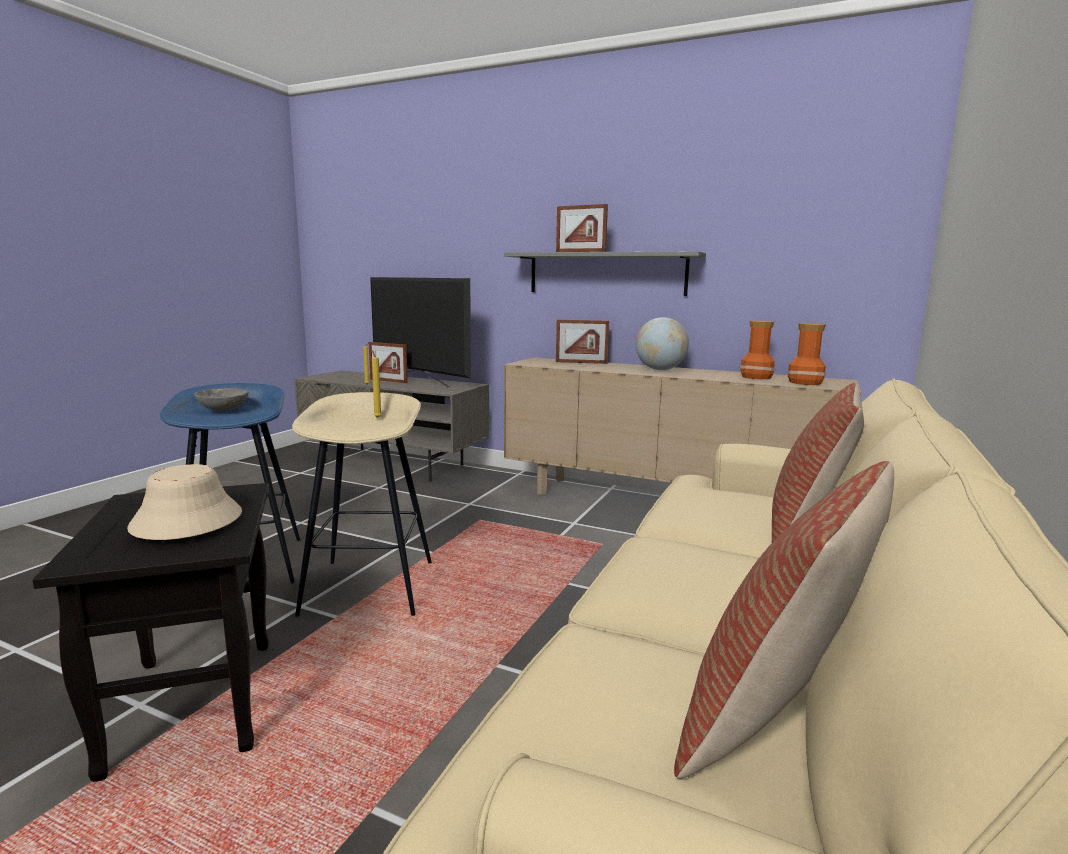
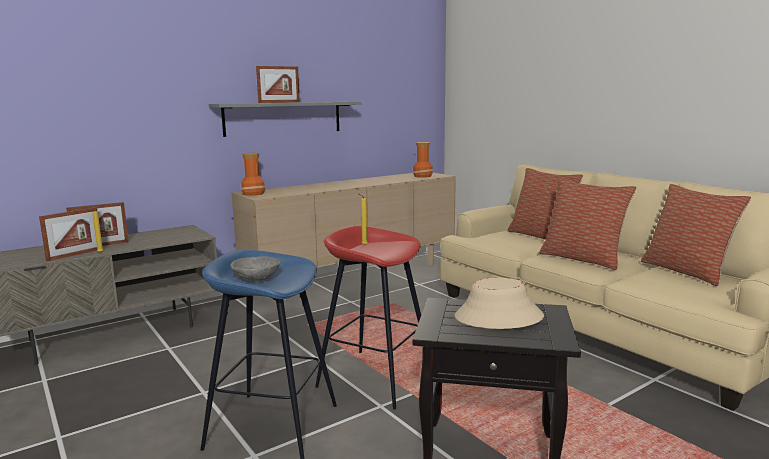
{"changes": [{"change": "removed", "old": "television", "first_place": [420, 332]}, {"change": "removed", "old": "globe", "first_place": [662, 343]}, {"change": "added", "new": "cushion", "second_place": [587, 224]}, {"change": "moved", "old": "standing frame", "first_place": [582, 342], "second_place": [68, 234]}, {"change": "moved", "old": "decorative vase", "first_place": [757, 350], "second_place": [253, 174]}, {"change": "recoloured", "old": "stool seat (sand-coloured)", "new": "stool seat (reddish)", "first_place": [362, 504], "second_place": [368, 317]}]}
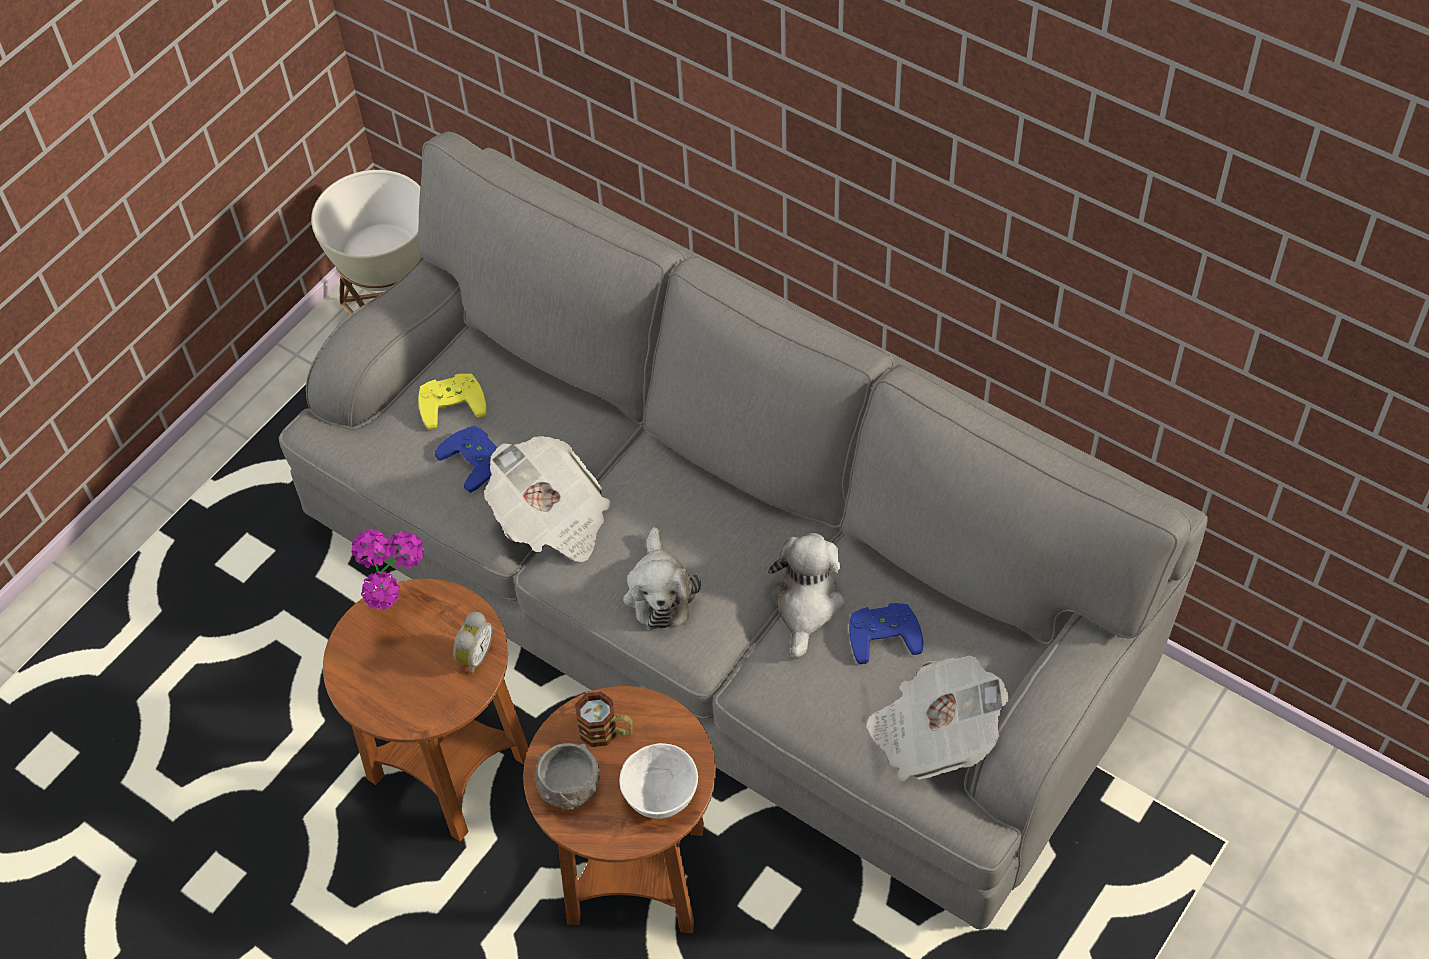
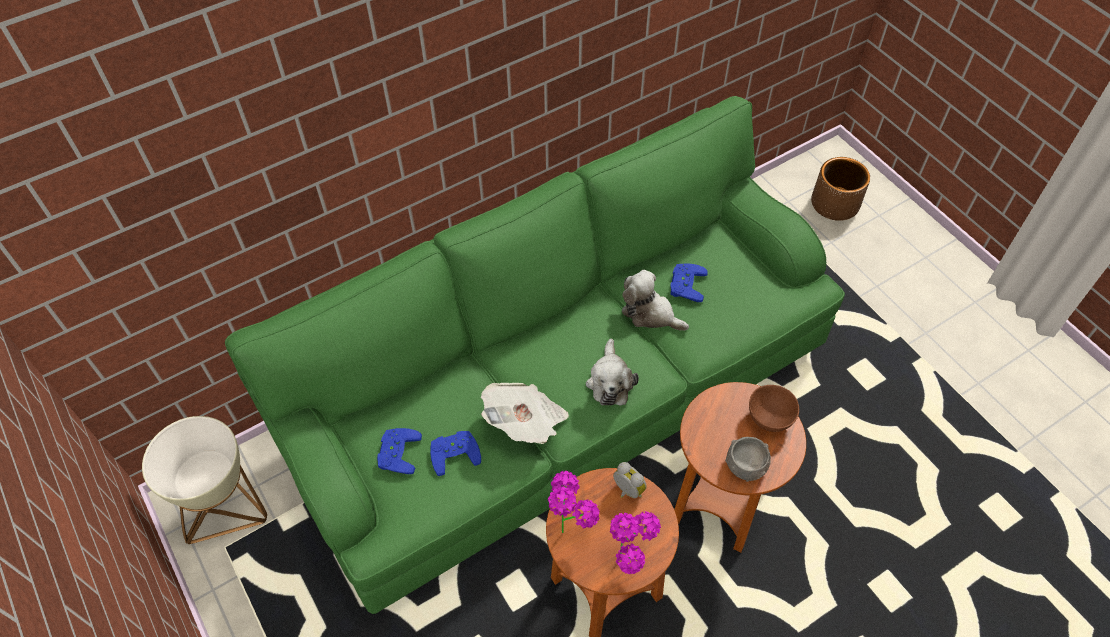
{"changes": [{"change": "removed", "old": "mug", "first_place": [604, 719]}, {"change": "removed", "old": "printed paper", "first_place": [937, 718]}, {"change": "added", "new": "potted plant", "second_place": [635, 542]}, {"change": "added", "new": "plant pot (brownish)", "second_place": [840, 189]}, {"change": "recoloured", "old": "settee (grey)", "new": "settee (green-coloured)", "first_place": [743, 531], "second_place": [535, 355]}, {"change": "recoloured", "old": "joypad (yellow)", "new": "joypad (bluish)", "first_place": [452, 402], "second_place": [399, 451]}, {"change": "recoloured", "old": "serving bowl (white)", "new": "serving bowl (brownish)", "first_place": [659, 781], "second_place": [774, 408]}, {"change": "turned", "old": "plush toy", "first_place": [662, 578], "second_place": [612, 372], "degrees": 75}]}
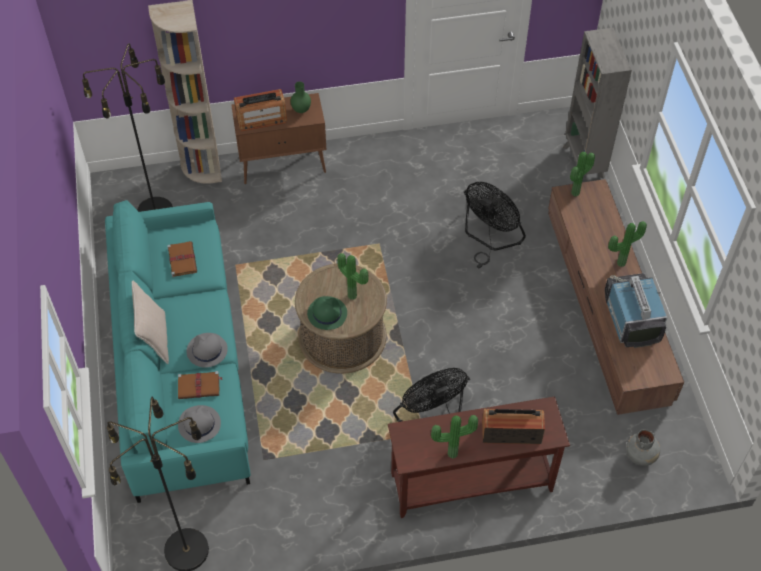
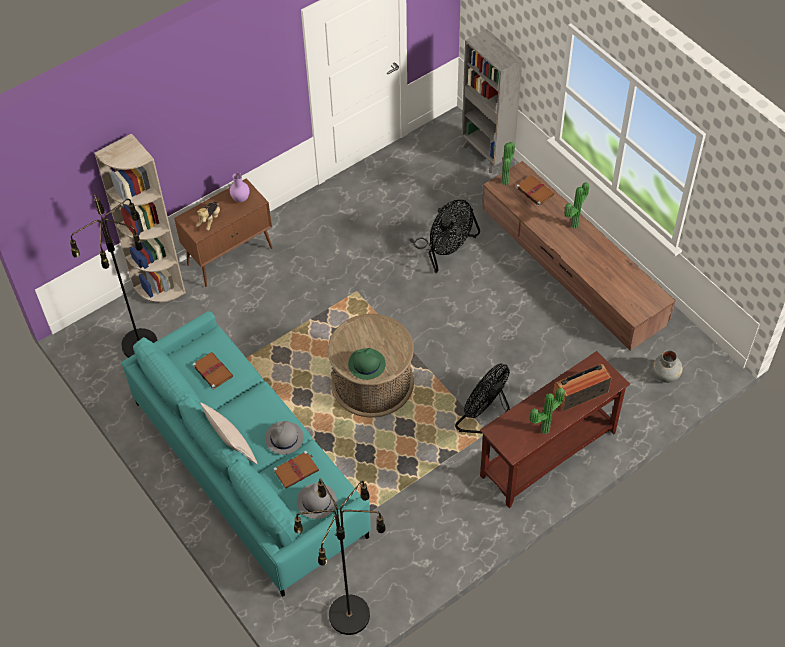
{"changes": [{"change": "removed", "old": "potted plant", "first_place": [353, 276]}, {"change": "removed", "old": "television", "first_place": [636, 310]}, {"change": "added", "new": "volume (brownish)", "second_place": [535, 190]}, {"change": "replaced", "old": "radio receiver", "new": "plush toy", "first_place": [260, 110], "second_place": [208, 216]}, {"change": "recoloured", "old": "decorative vase (green-coloured)", "new": "decorative vase (purplish)", "first_place": [301, 97], "second_place": [240, 187]}, {"change": "turned", "old": "fan (black-coloured)", "first_place": [494, 225], "second_place": [444, 236], "degrees": 120}]}
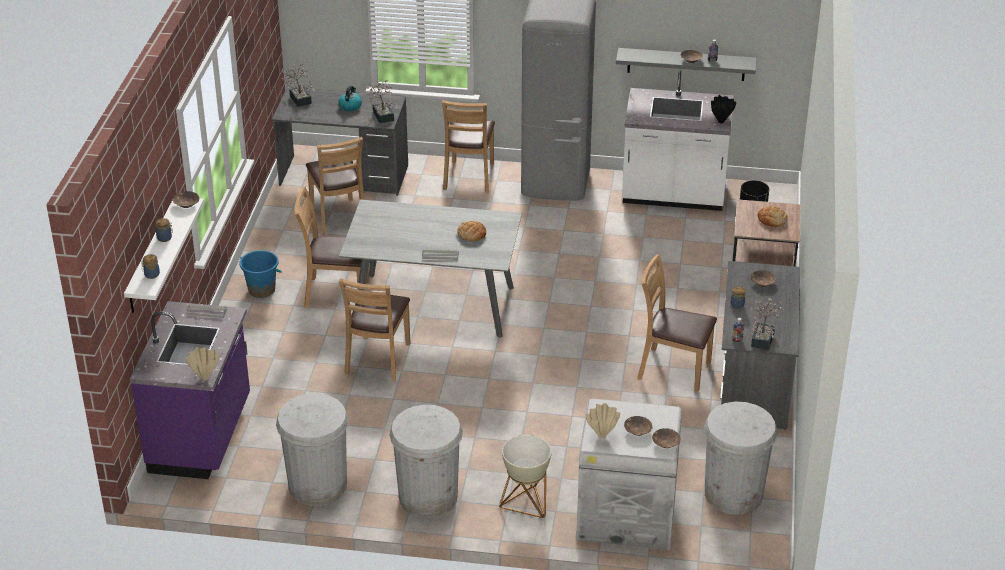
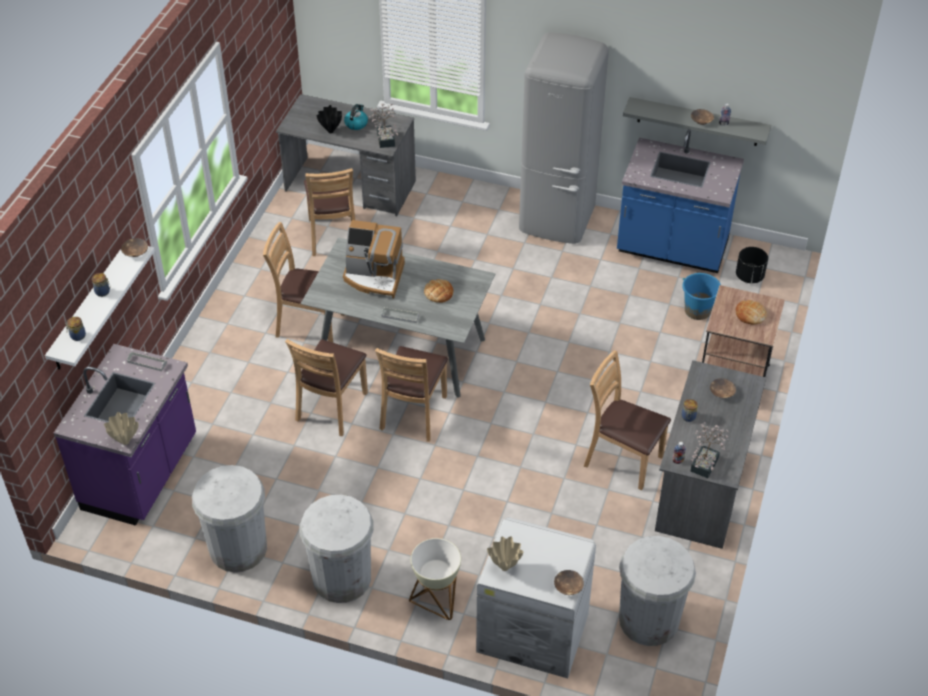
{"changes": [{"change": "removed", "old": "potted plant", "first_place": [298, 85]}, {"change": "removed", "old": "serving bowl (brownish)", "first_place": [638, 426]}, {"change": "added", "new": "coffee brewer", "second_place": [374, 259]}, {"change": "moved", "old": "water bucket (bluish)", "first_place": [260, 274], "second_place": [701, 296]}, {"change": "moved", "old": "upright chair (brownish)", "first_place": [468, 146], "second_place": [411, 394]}, {"change": "moved", "old": "decorative vase (black-coloured)", "first_place": [723, 109], "second_place": [329, 119]}, {"change": "recoloured", "old": "kitchen counter (white)", "new": "kitchen counter (bluish)", "first_place": [678, 140], "second_place": [680, 201]}]}
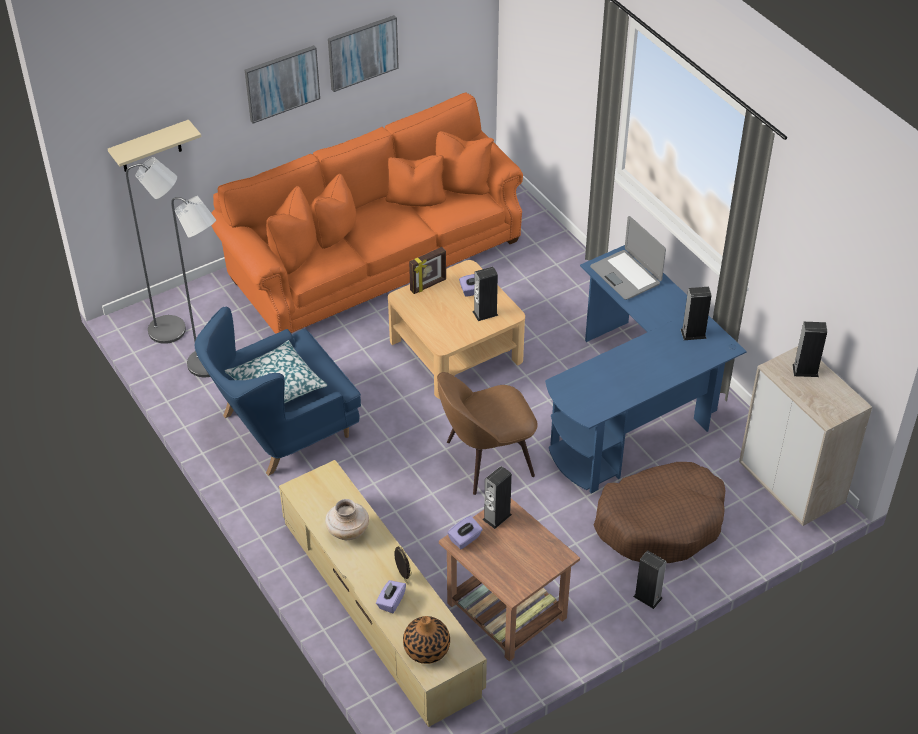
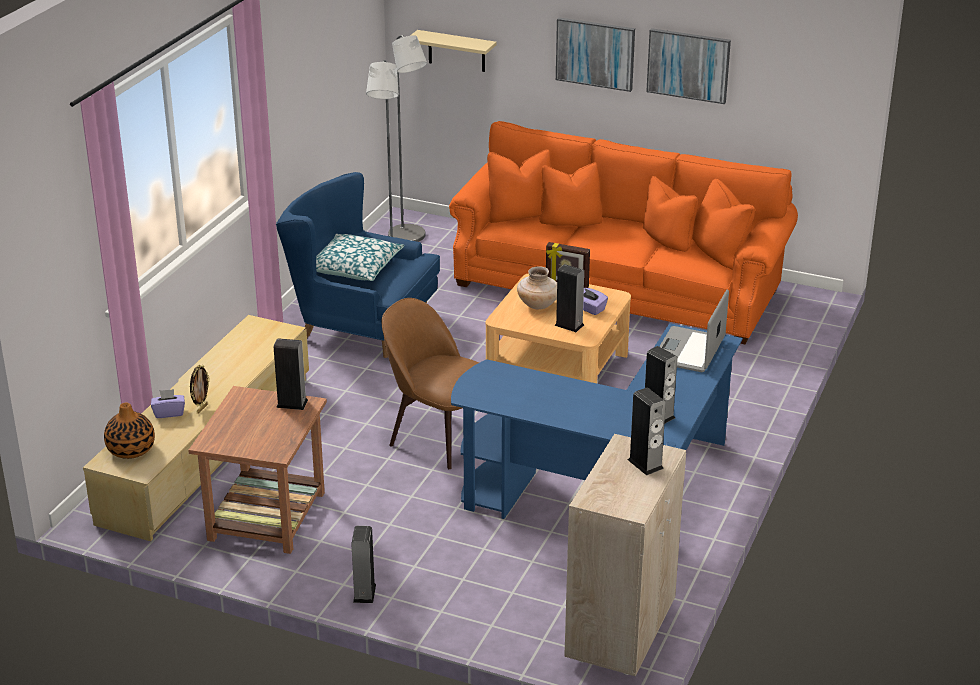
{"changes": [{"change": "removed", "old": "tissue holder (purplish)", "first_place": [465, 532]}, {"change": "removed", "old": "pet bed (brownish)", "first_place": [660, 512]}, {"change": "moved", "old": "decorative vase (sand-coloured)", "first_place": [347, 519], "second_place": [537, 287]}]}
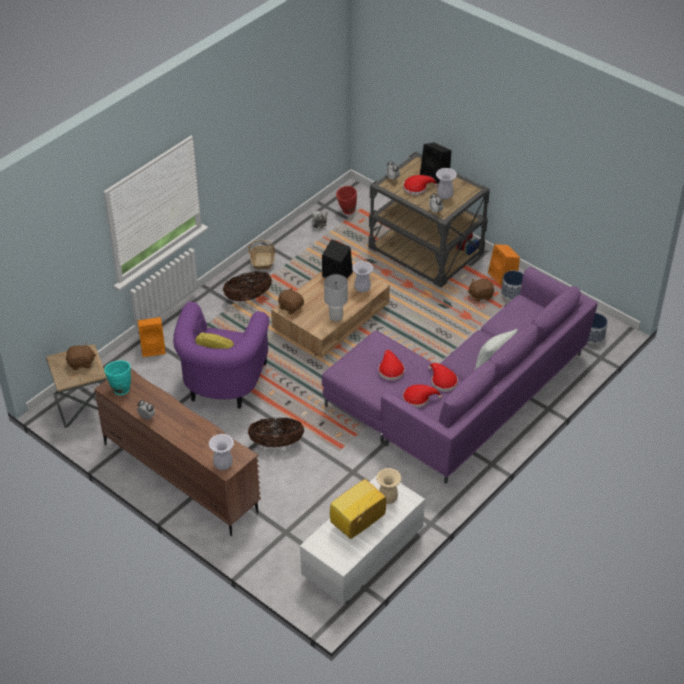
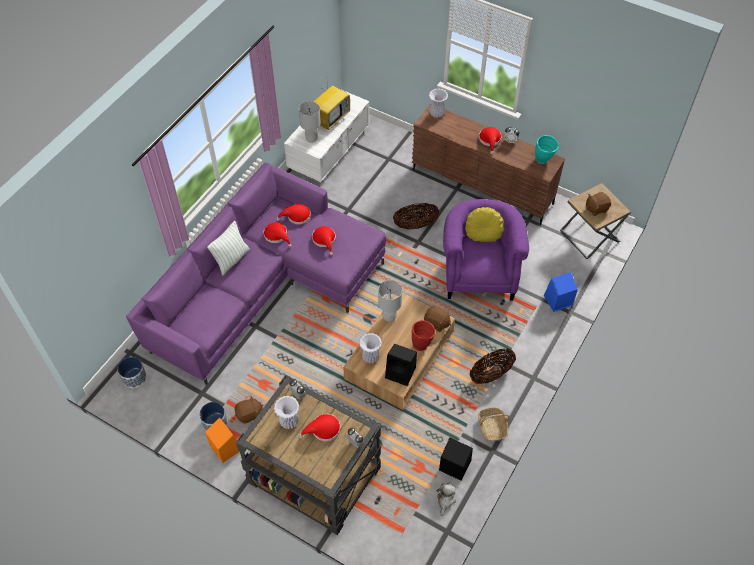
{"changes": [{"change": "added", "new": "clothing hat (reddish)", "second_place": [490, 140]}, {"change": "moved", "old": "decorative vase (reddish)", "first_place": [346, 200], "second_place": [424, 335]}, {"change": "moved", "old": "loudspeaker (black-coloured)", "first_place": [435, 163], "second_place": [456, 459]}, {"change": "replaced", "old": "decorative vase (sand-coloured)", "new": "table lamp (grey)", "first_place": [389, 486], "second_place": [310, 122]}, {"change": "recoloured", "old": "loudspeaker (orangey)", "new": "loudspeaker (bluish)", "first_place": [152, 337], "second_place": [561, 292]}]}
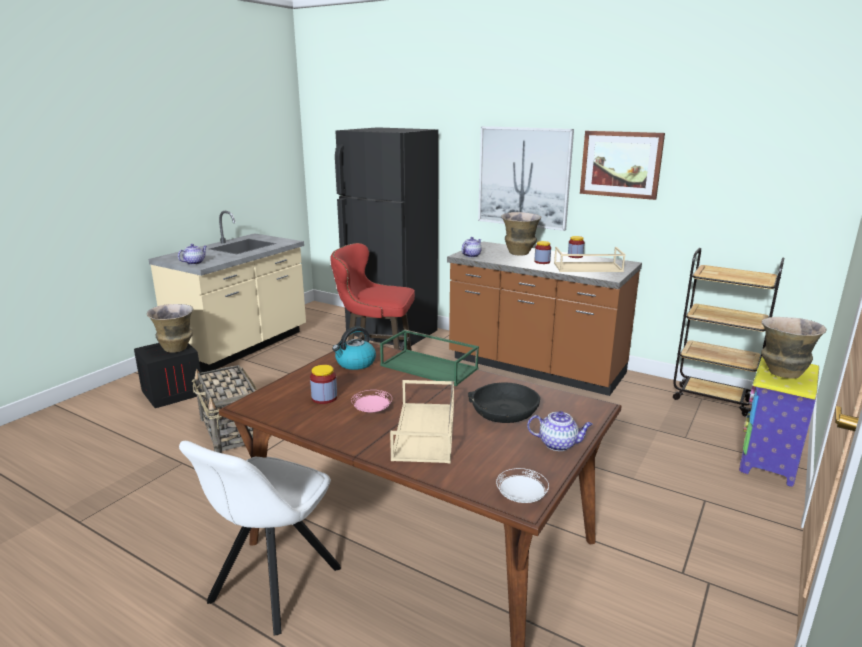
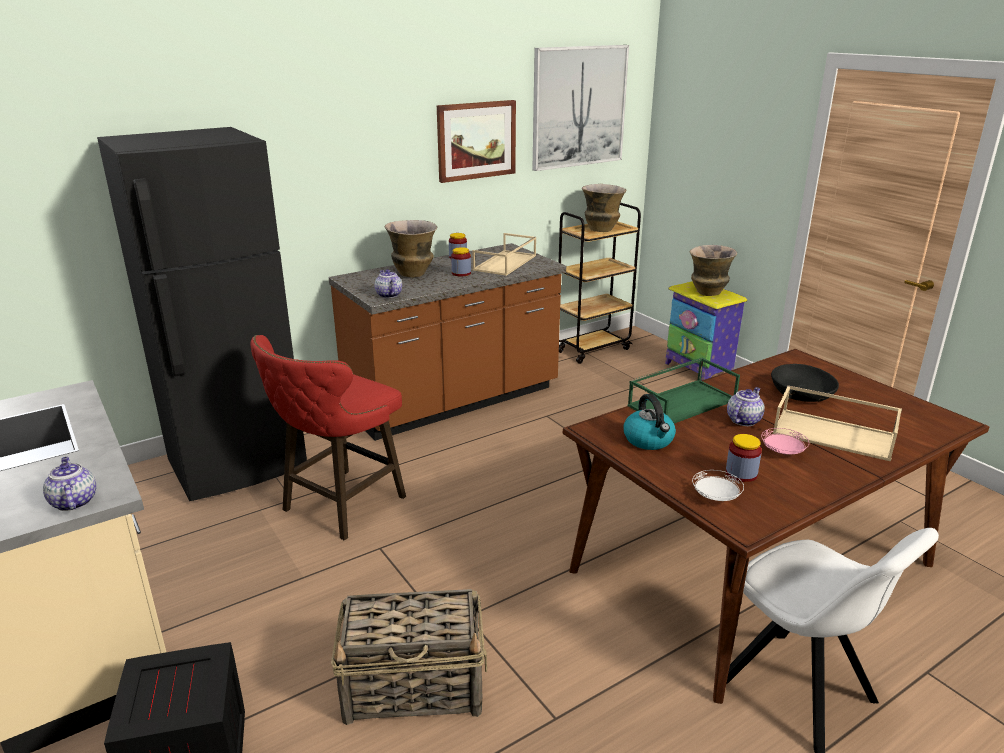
{"changes": [{"change": "moved", "old": "decorative vase", "first_place": [170, 328], "second_place": [604, 208]}, {"change": "moved", "old": "wall art", "first_place": [526, 178], "second_place": [580, 108]}, {"change": "moved", "old": "dinner plate (white)", "first_place": [522, 485], "second_place": [718, 485]}, {"change": "moved", "old": "teapot", "first_place": [560, 431], "second_place": [746, 406]}]}
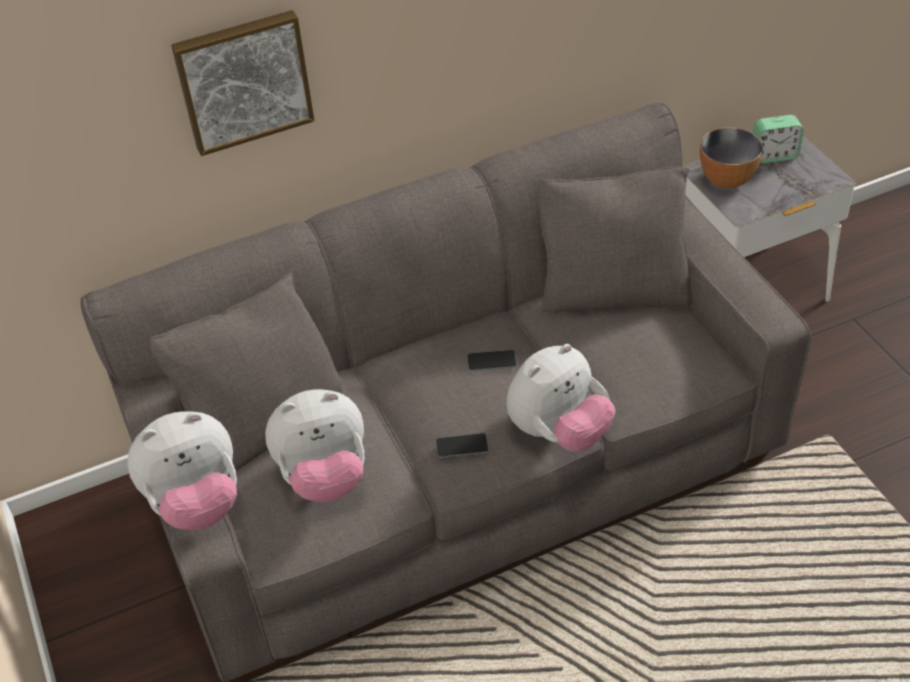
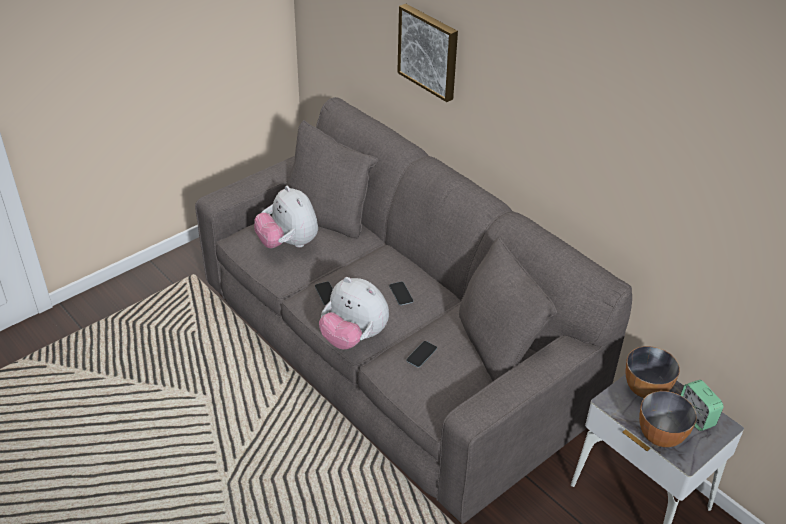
{"changes": [{"change": "removed", "old": "plush toy", "first_place": [182, 470]}, {"change": "added", "new": "handset", "second_place": [421, 354]}, {"change": "added", "new": "serving bowl", "second_place": [668, 419]}]}
